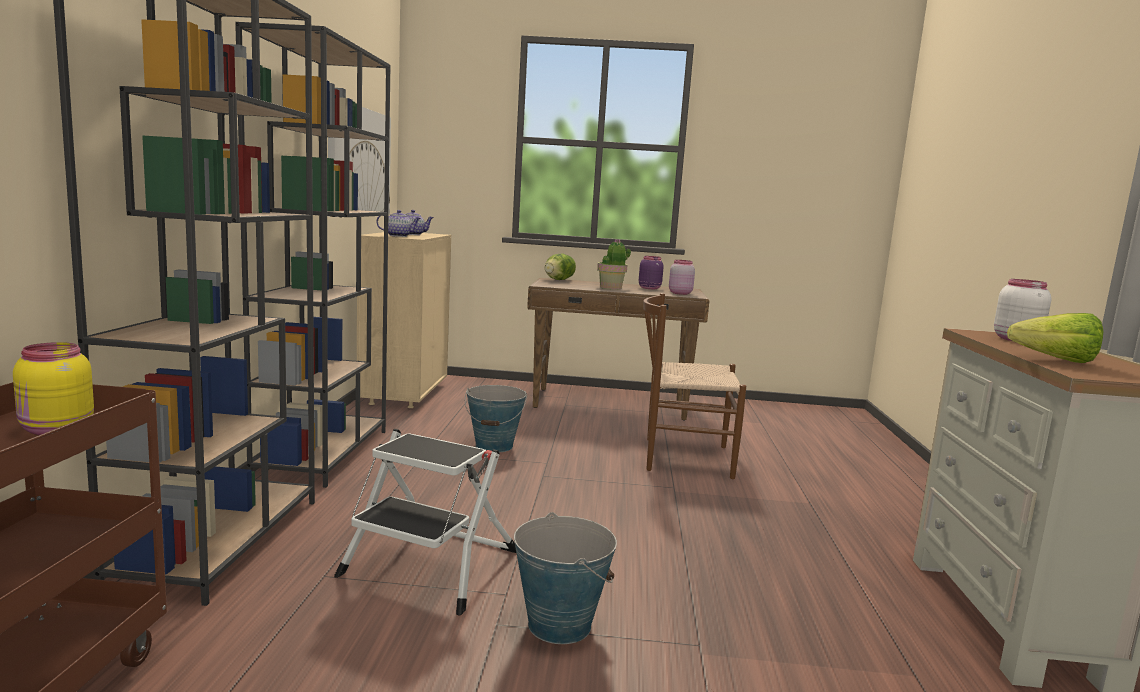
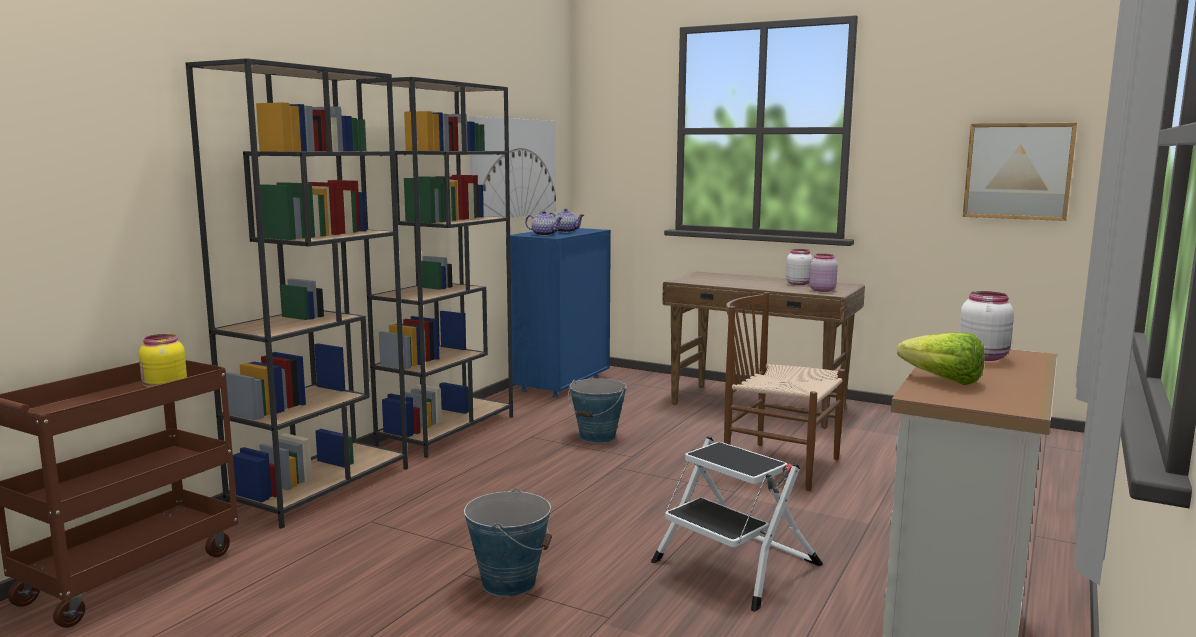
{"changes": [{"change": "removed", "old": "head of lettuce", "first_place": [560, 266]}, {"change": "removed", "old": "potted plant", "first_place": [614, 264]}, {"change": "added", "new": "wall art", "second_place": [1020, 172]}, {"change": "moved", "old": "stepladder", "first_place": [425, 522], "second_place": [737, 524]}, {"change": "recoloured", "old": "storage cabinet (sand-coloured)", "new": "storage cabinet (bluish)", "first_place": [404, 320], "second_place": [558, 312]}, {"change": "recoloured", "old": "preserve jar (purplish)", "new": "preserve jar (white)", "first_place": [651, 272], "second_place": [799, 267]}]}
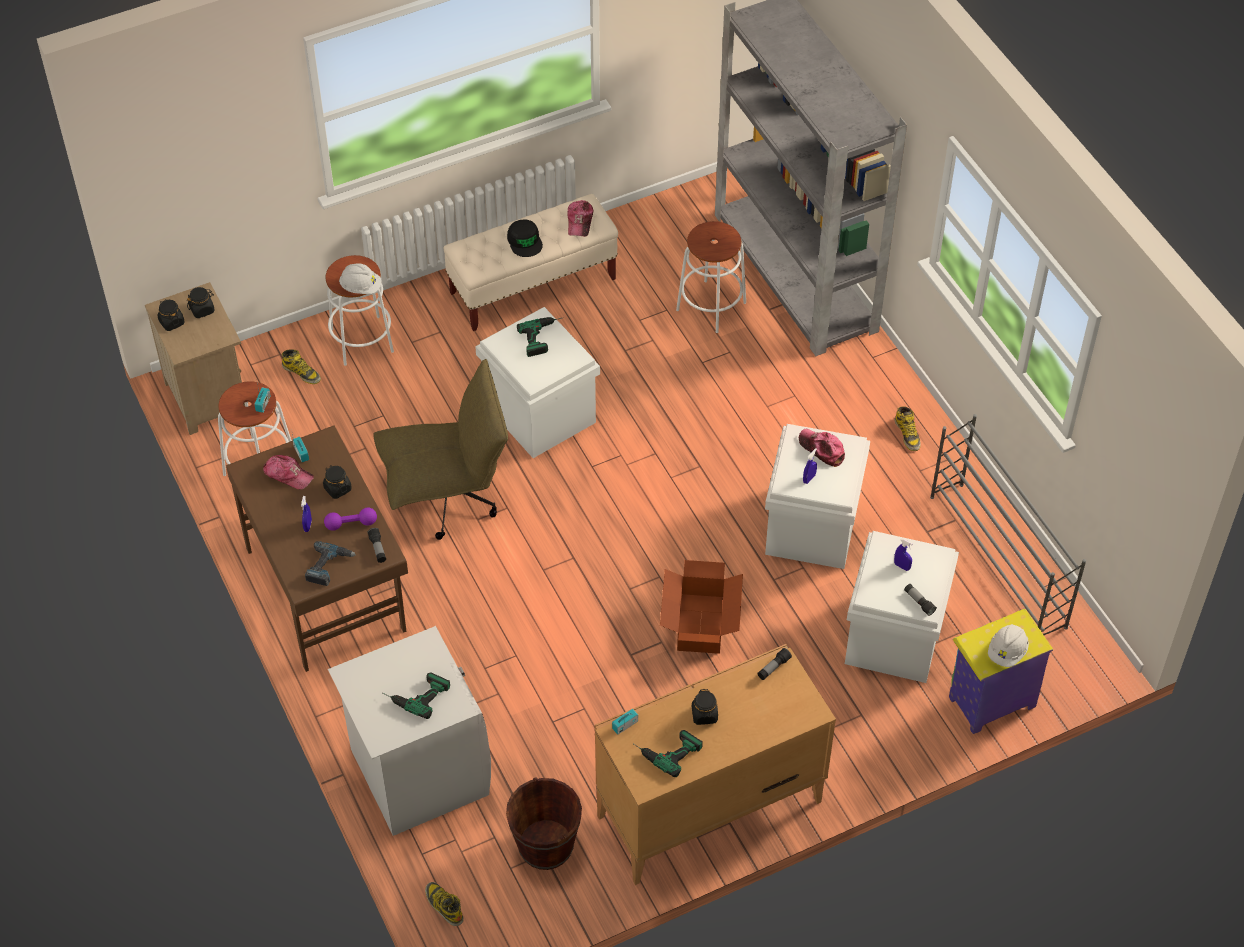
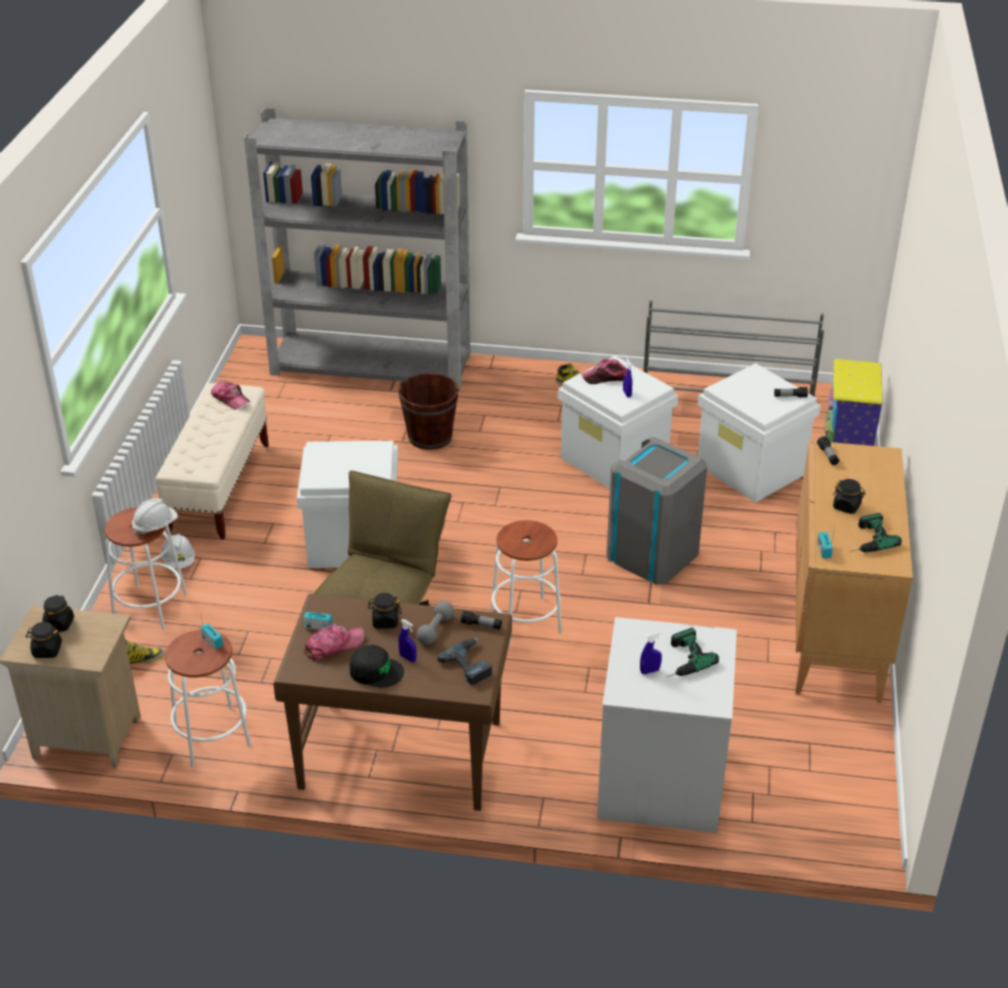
{"changes": [{"change": "removed", "old": "boot", "first_place": [444, 904]}, {"change": "removed", "old": "electric drill", "first_place": [539, 337]}, {"change": "moved", "old": "water bucket (brownish)", "first_place": [544, 823], "second_place": [428, 411]}, {"change": "moved", "old": "cap (black-coloured)", "first_place": [525, 238], "second_place": [377, 666]}, {"change": "moved", "old": "stool seat (white)", "first_place": [711, 277], "second_place": [526, 582]}, {"change": "moved", "old": "hand sprayer (bluish)", "first_place": [903, 554], "second_place": [651, 652]}, {"change": "moved", "old": "safety helmet (white)", "first_place": [1008, 645], "second_place": [178, 551]}, {"change": "replaced", "old": "carton", "new": "trash can (grey)", "first_place": [701, 607], "second_place": [656, 511]}, {"change": "recoloured", "old": "hand weight (purplish)", "new": "hand weight (grey)", "first_place": [350, 519], "second_place": [435, 623]}]}
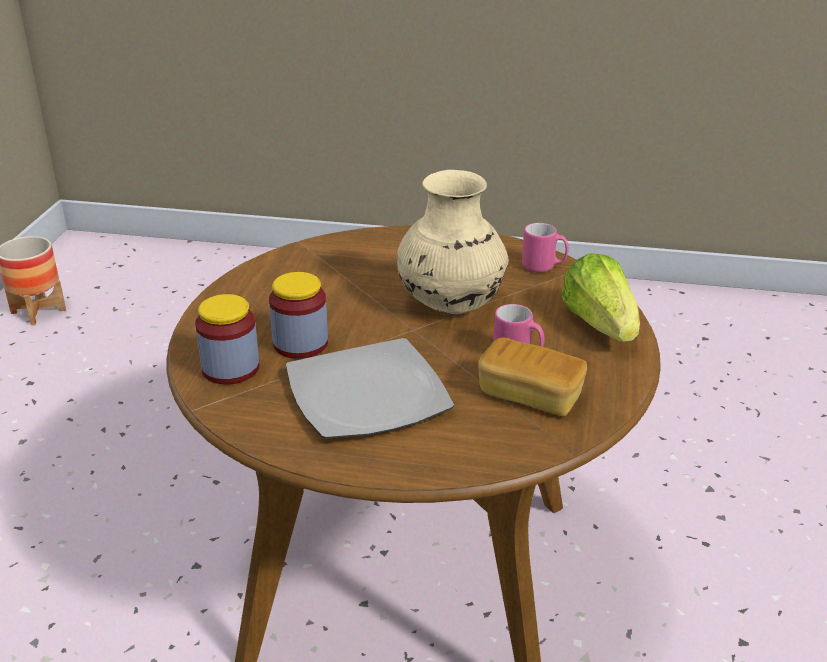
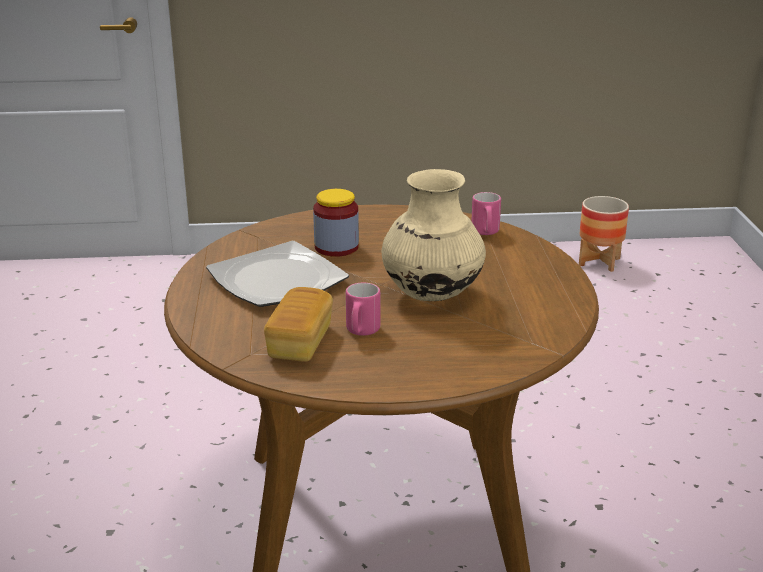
{"changes": [{"change": "removed", "old": "preserve jar", "first_place": [227, 339]}, {"change": "removed", "old": "head of lettuce", "first_place": [600, 297]}, {"change": "moved", "old": "mug (pink)", "first_place": [545, 248], "second_place": [486, 213]}]}
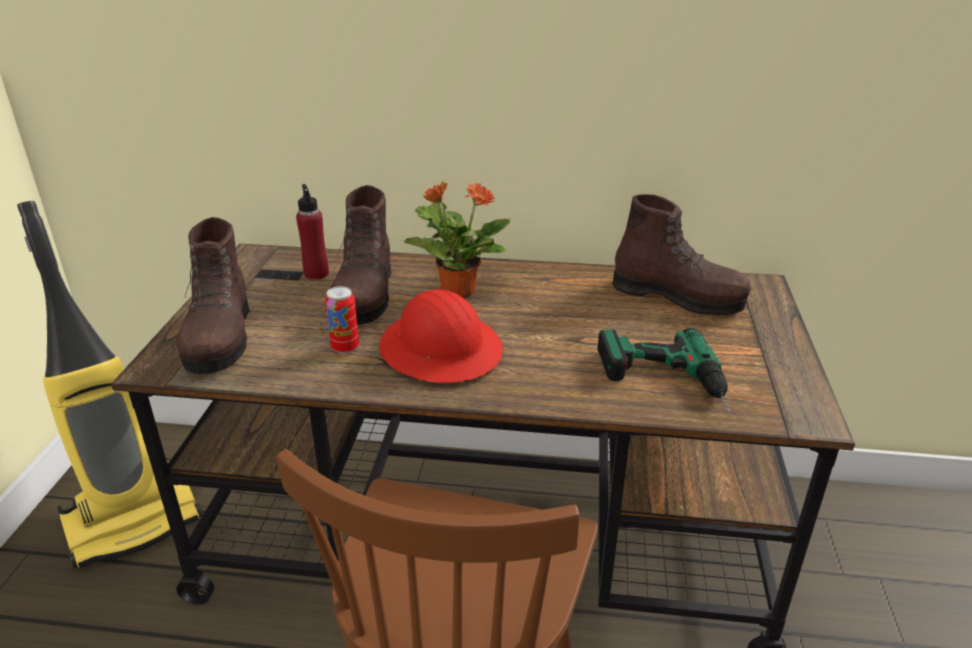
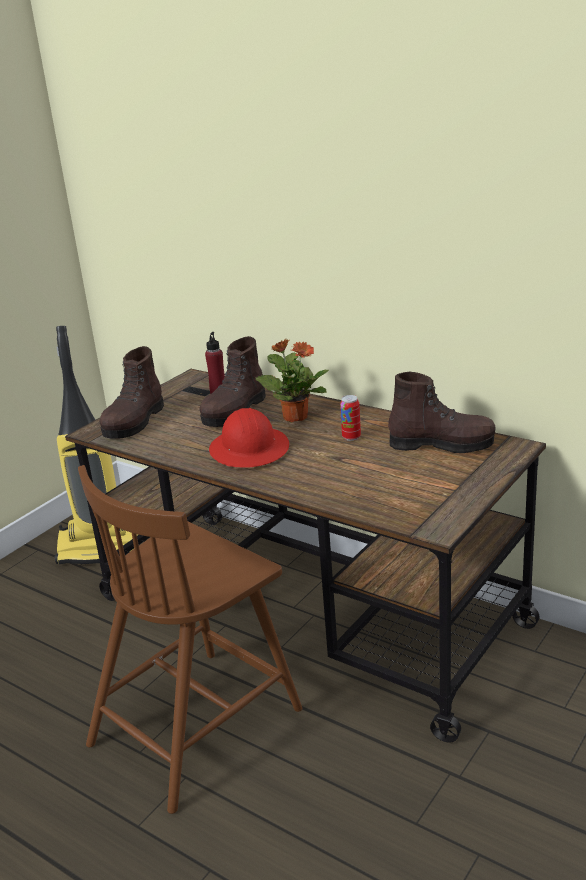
{"changes": [{"change": "removed", "old": "electric drill", "first_place": [664, 370]}, {"change": "moved", "old": "can", "first_place": [342, 320], "second_place": [350, 418]}, {"change": "turned", "old": "boot (brownish)", "first_place": [682, 254], "second_place": [442, 412], "degrees": -45}]}
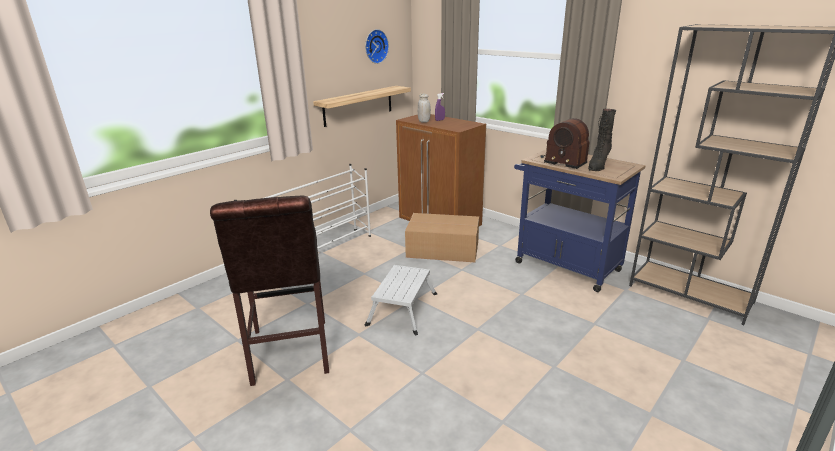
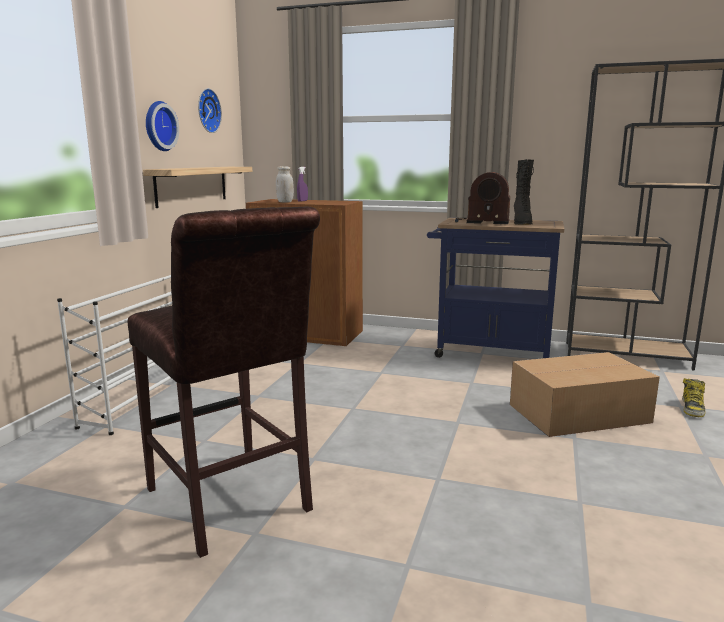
{"changes": [{"change": "removed", "old": "stepladder (white)", "first_place": [401, 300]}, {"change": "added", "new": "hanging clock", "second_place": [162, 126]}, {"change": "added", "new": "boot", "second_place": [694, 397]}, {"change": "moved", "old": "carton", "first_place": [442, 237], "second_place": [585, 394]}]}
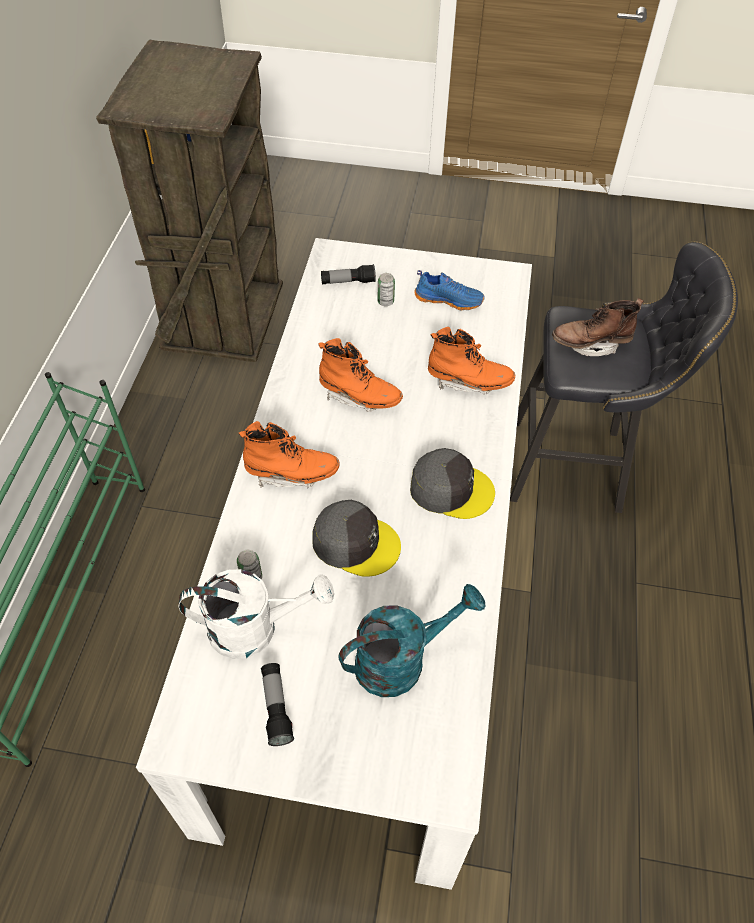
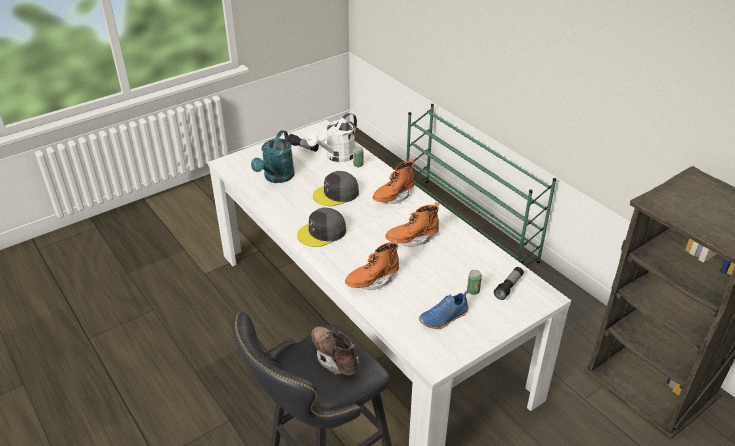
{"changes": [{"change": "turned", "old": "boot (brownish)", "first_place": [598, 327], "second_place": [335, 350], "degrees": -75}]}
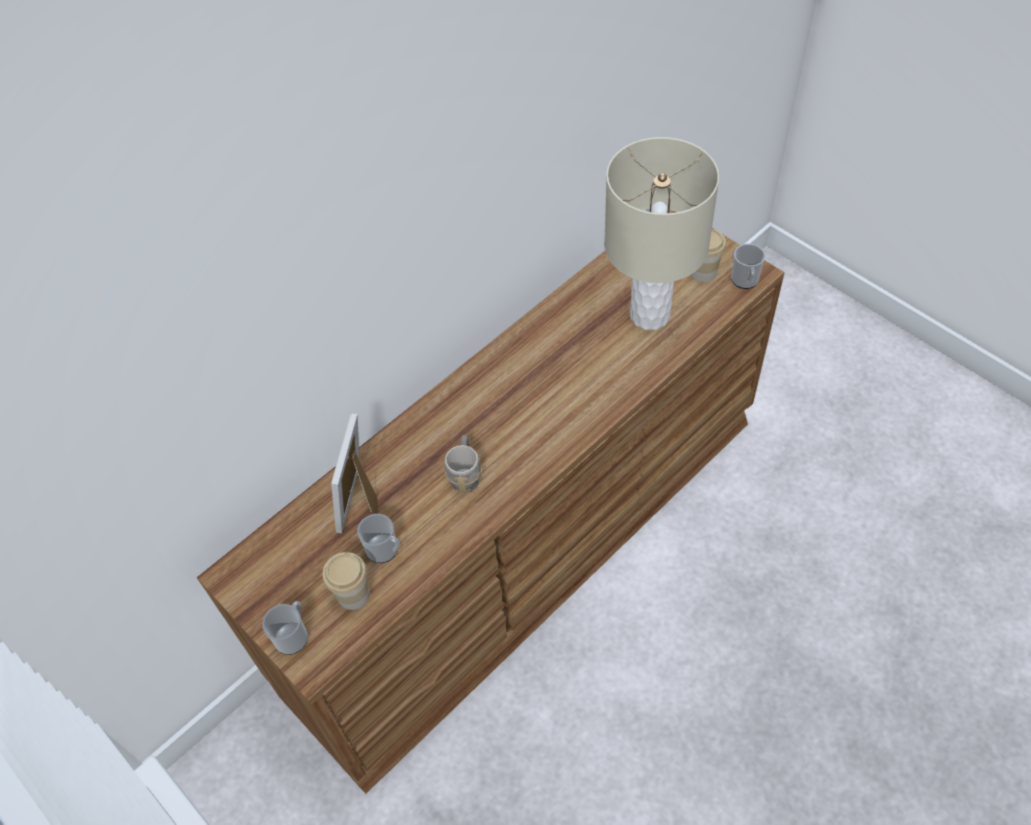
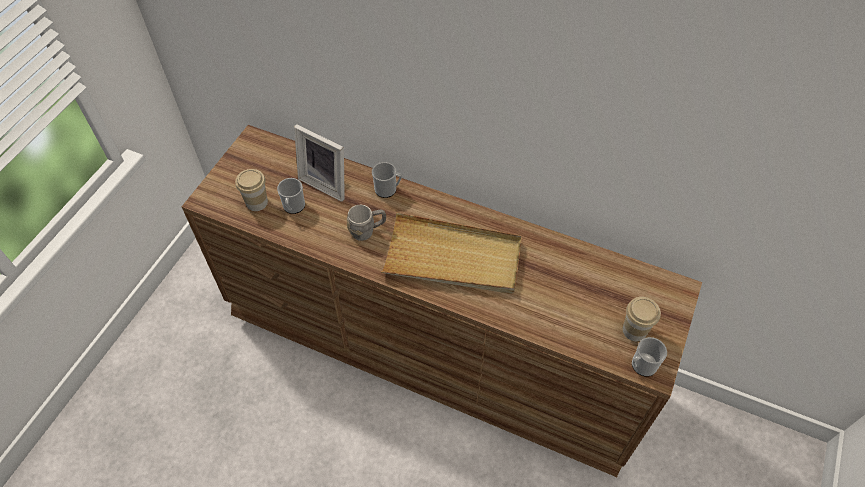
{"changes": [{"change": "removed", "old": "table lamp (sand-coloured)", "first_place": [661, 233]}, {"change": "added", "new": "serving tray (sand-coloured)", "second_place": [451, 253]}, {"change": "moved", "old": "mug", "first_place": [285, 628], "second_place": [387, 180]}, {"change": "turned", "old": "standing frame", "first_place": [354, 473], "second_place": [319, 163], "degrees": -135}]}
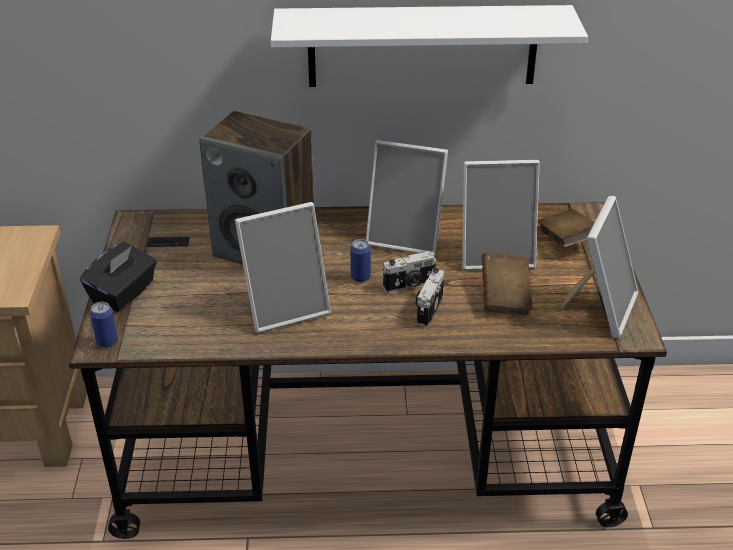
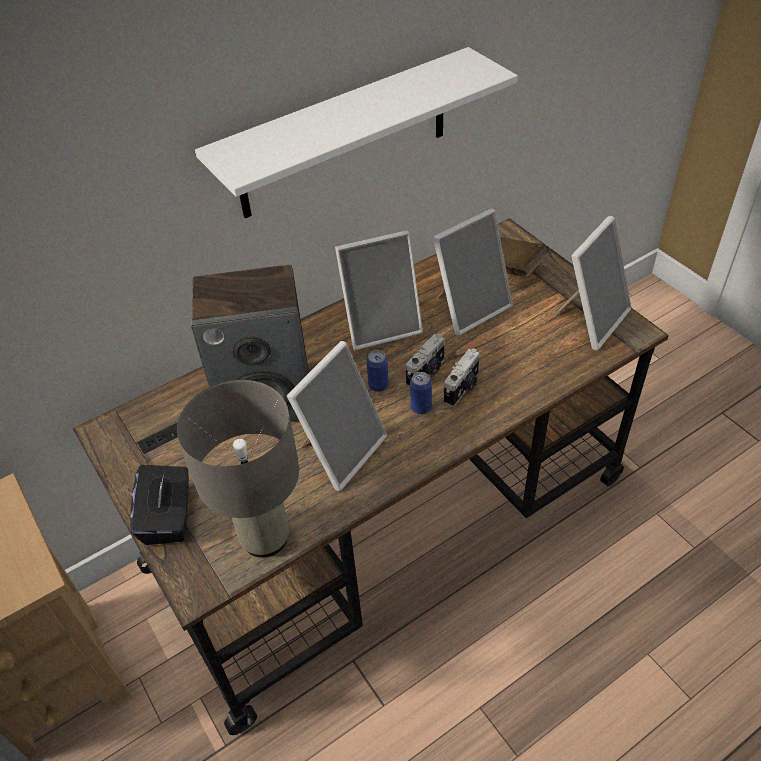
{"changes": [{"change": "removed", "old": "volume (brownish)", "first_place": [507, 283]}, {"change": "added", "new": "table lamp (grey)", "second_place": [238, 469]}, {"change": "moved", "old": "can", "first_place": [104, 325], "second_place": [421, 393]}, {"change": "turned", "old": "still camera", "first_place": [429, 297], "second_place": [462, 377], "degrees": -135}, {"change": "turned", "old": "standing frame", "first_place": [600, 267], "second_place": [592, 283], "degrees": 45}]}
